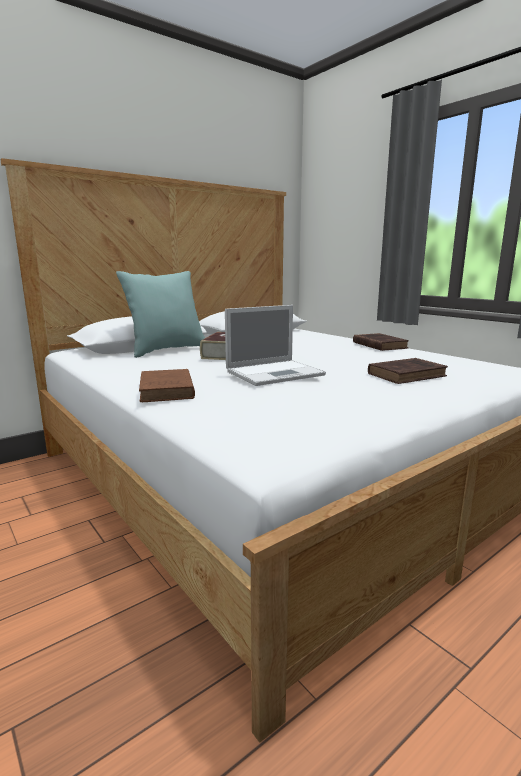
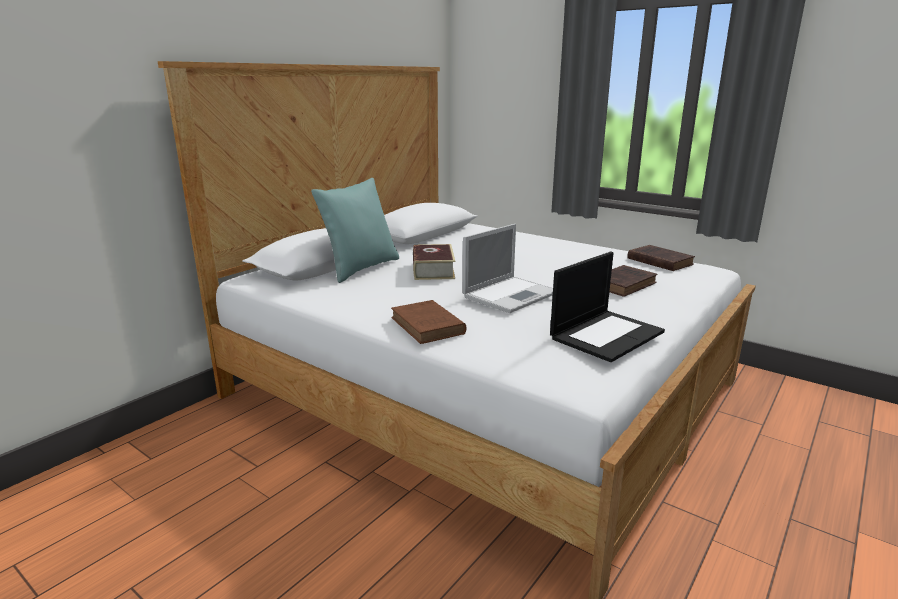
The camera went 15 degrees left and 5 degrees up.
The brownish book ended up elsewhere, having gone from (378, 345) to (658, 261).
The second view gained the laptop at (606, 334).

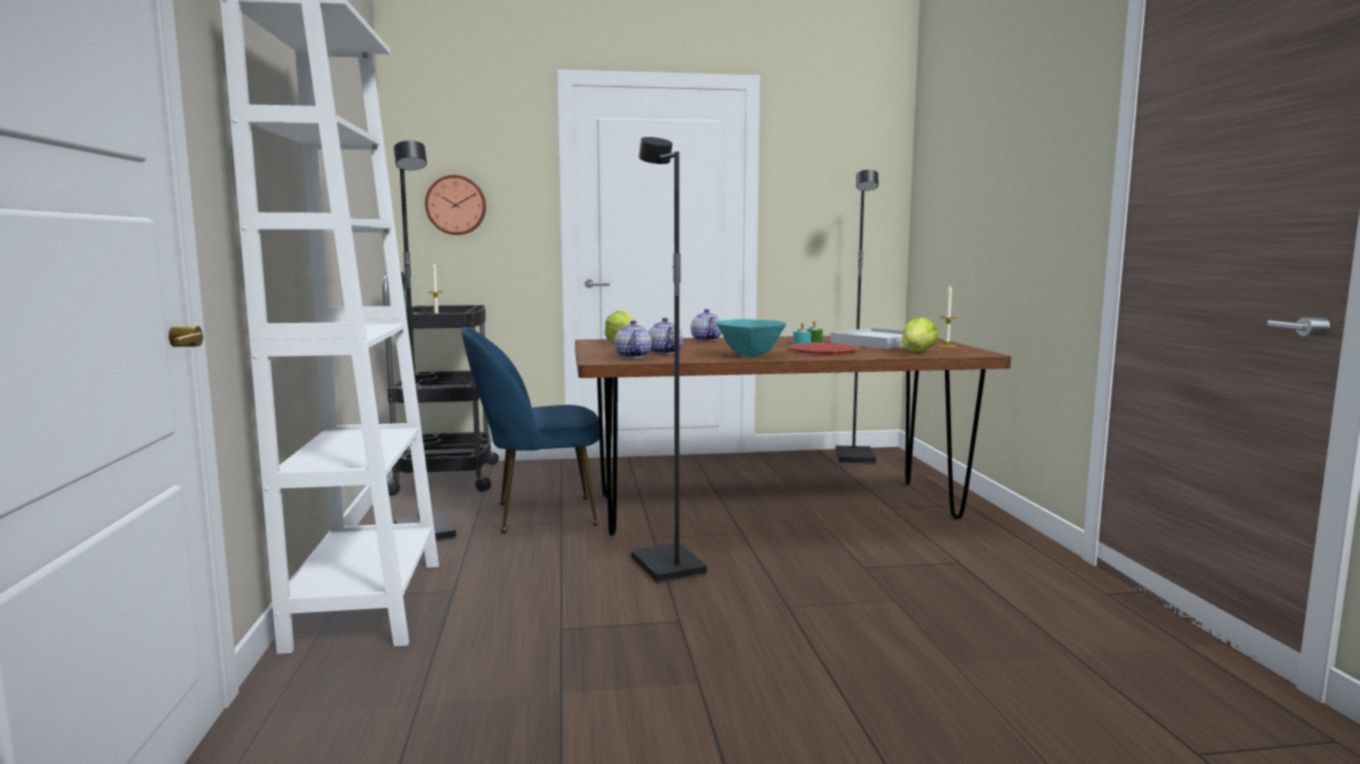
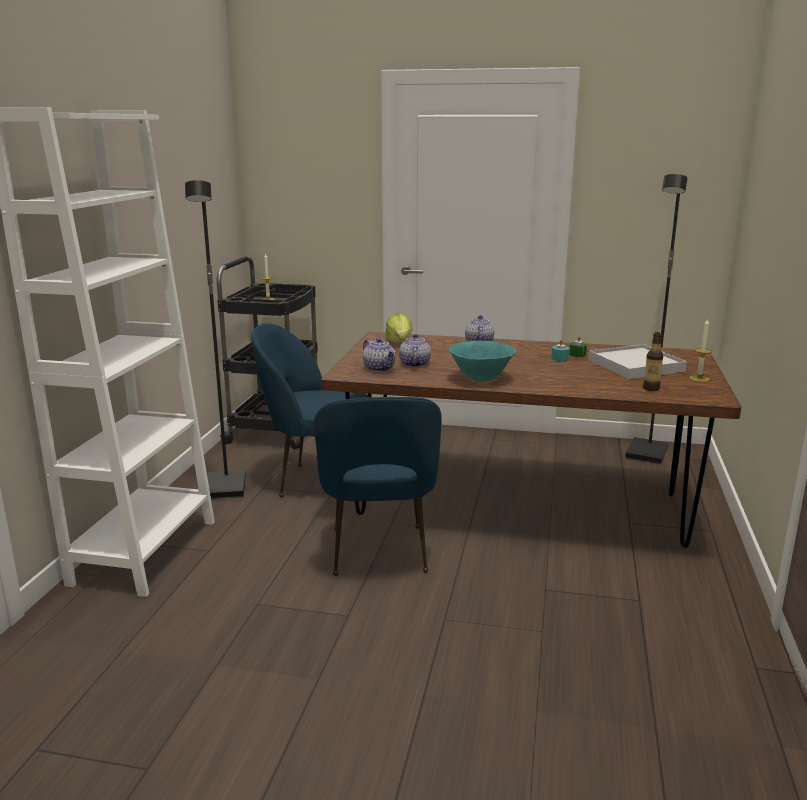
The camera went 20 degrees right and 10 degrees up.
Where the black-coloured floor lamp stood at (665, 566), the bluish chair came to stand at (378, 556).
The second view lost the hanging clock at (456, 205).
Where the lettuce stood at (917, 352), the bottle came to stand at (651, 388).
The tea pot at (632, 356) ended up facing another way, 135 degrees clockwise from before.
The second view lost the reddish dinner plate at (823, 350).

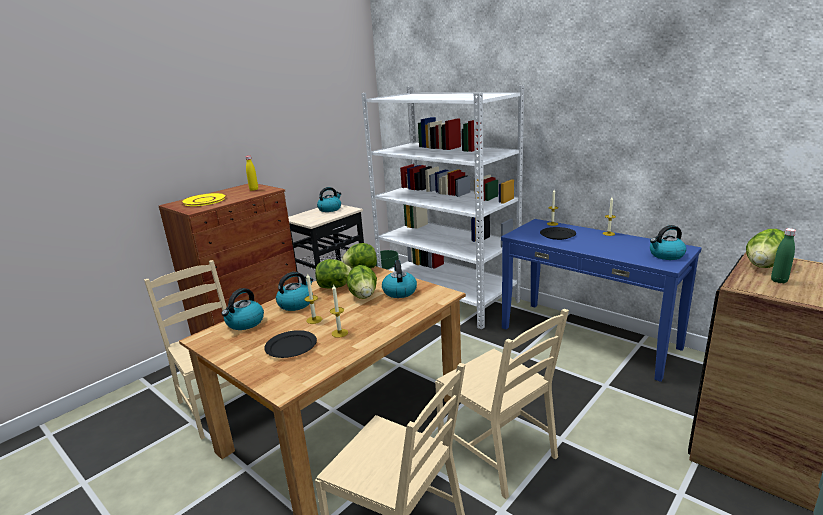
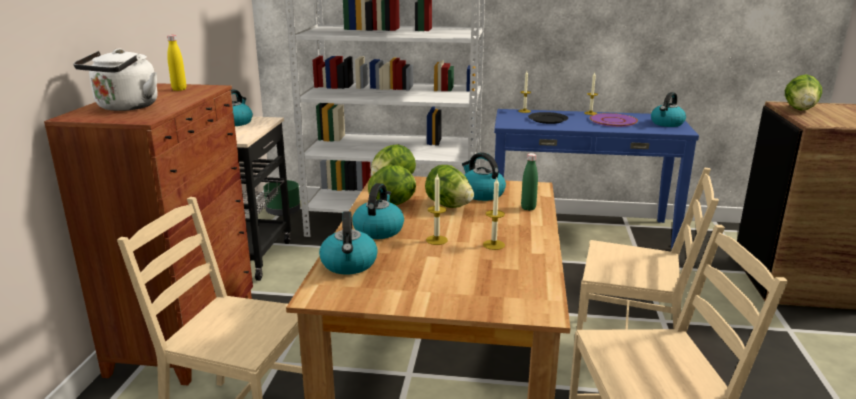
The camera went 35 degrees left and 0 degrees up.
Where the yellow-coloured dinner plate stood at (204, 200), the white-coloured tea kettle came to stand at (125, 107).
The green bottle ended up elsewhere, having gone from (779, 281) to (528, 208).
The second view lost the black-coloured dinner plate at (291, 346).
The second view gained the purple-coloured dinner plate at (613, 121).

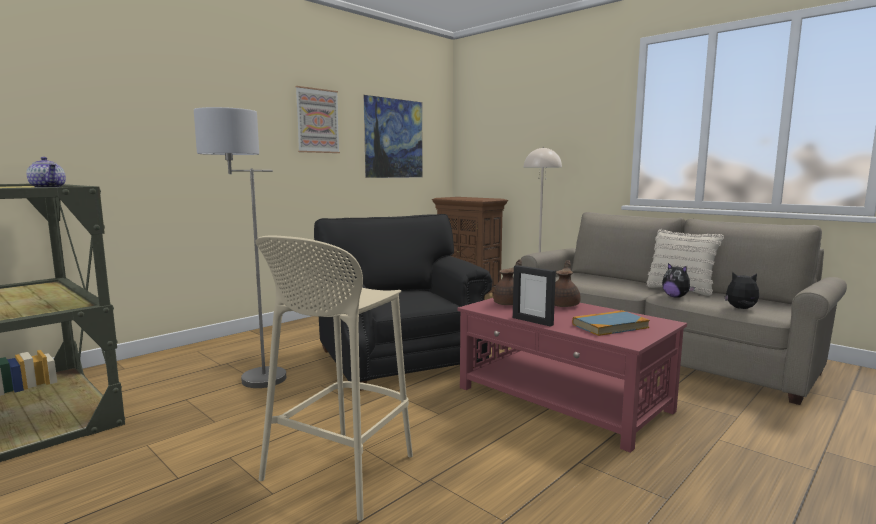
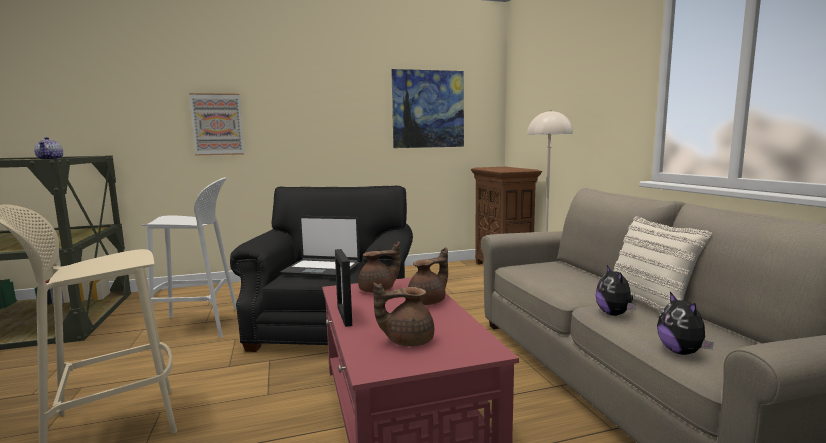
The camera went 30 degrees right and 0 degrees up.
The picture ended up elsewhere, having gone from (317, 121) to (217, 124).
Where the greyish floor lamp stood at (251, 383), the white-coloured sitting stool came to stand at (198, 325).
The plush toy at (741, 309) ended up facing another way, 150 degrees counterclockwise from before.
Where the book stood at (610, 326), the brownish tea pot came to stand at (407, 340).
The second view gained the laptop at (322, 269).

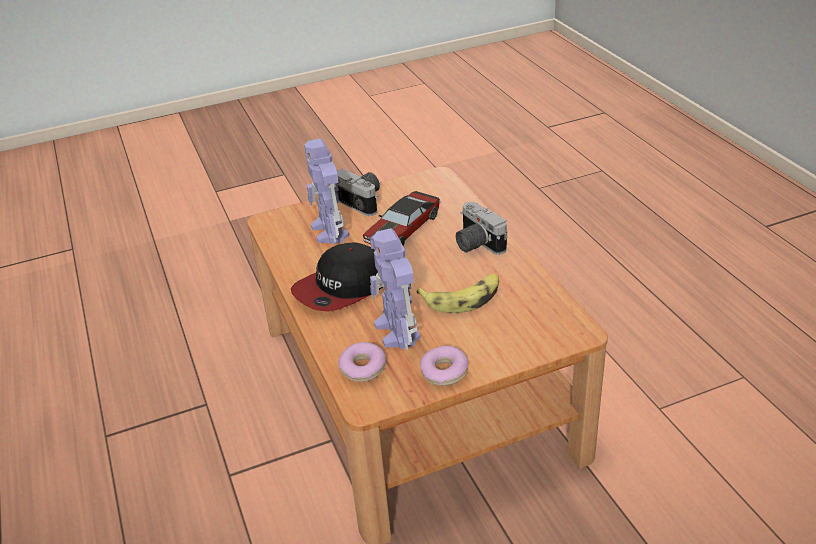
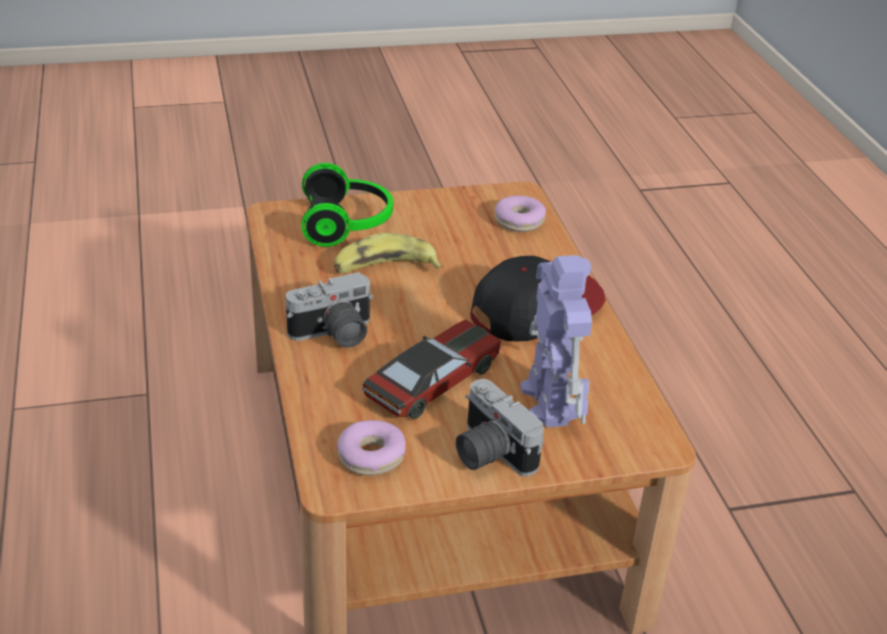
The camera went 175 degrees left and 0 degrees up.
The photo camera at (475, 244) ended up facing another way, 90 degrees clockwise from before.
The second view lost the toy robot at (397, 332).
The doughnut ended up elsewhere, having gone from (444, 372) to (371, 456).
The second view gained the headphones at (347, 224).

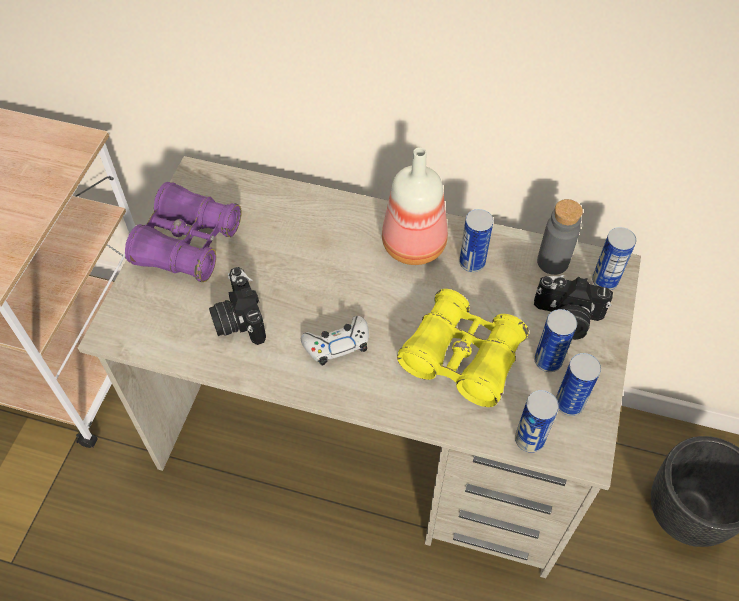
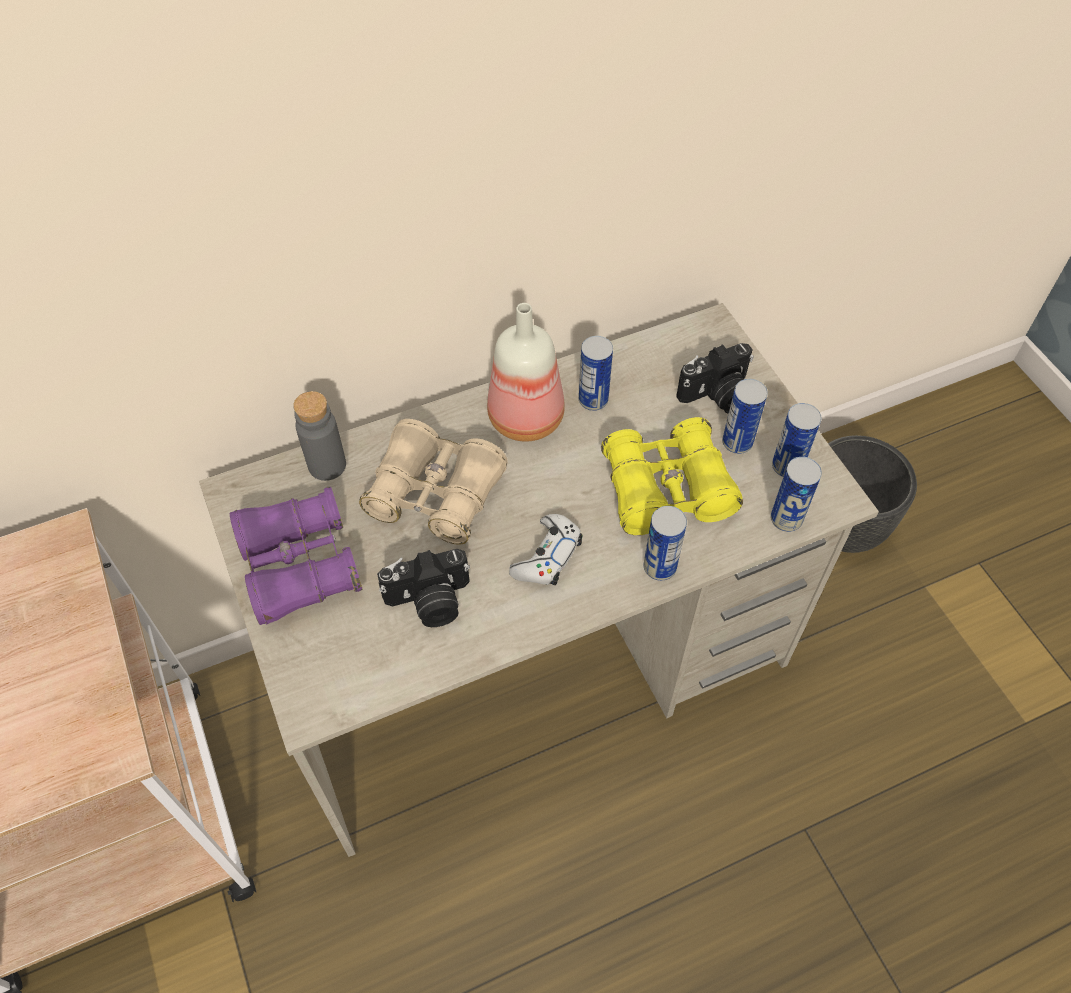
The camera went 40 degrees left and 0 degrees up.
The greyish bottle ended up elsewhere, having gone from (552, 262) to (327, 465).
The can ended up elsewhere, having gone from (605, 280) to (659, 567).
The photo camera at (238, 320) ended up facing another way, 45 degrees counterclockwise from before.
The second view gained the beige-coloured binoculars at (435, 494).

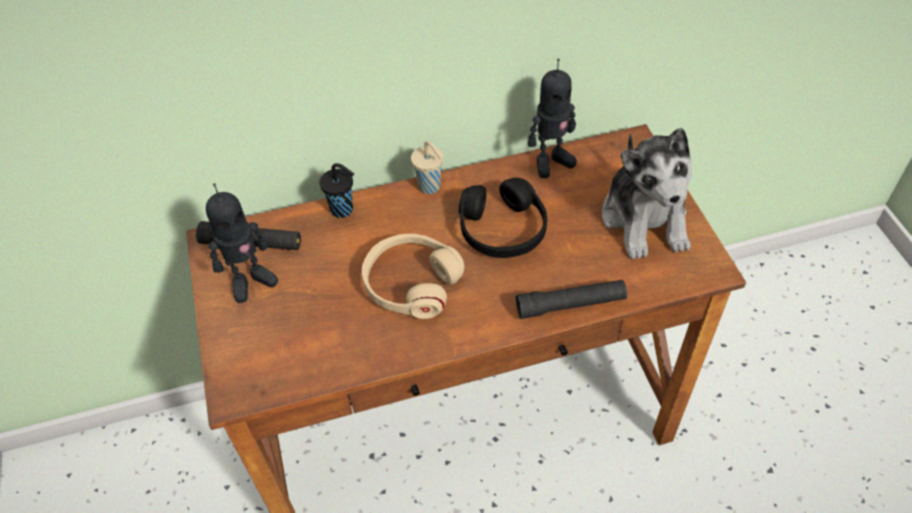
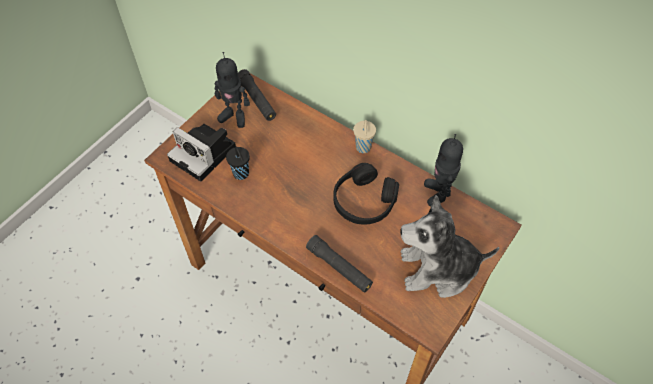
The camera went 50 degrees right and 5 degrees up.
The toy robot at (551, 161) ended up facing another way, 60 degrees clockwise from before.
The plush toy at (645, 219) ended up facing another way, 45 degrees clockwise from before.
The black-coloured drinking cup ended up elsewhere, having gone from (343, 210) to (241, 174).
The second view lost the beige-coloured headphones at (411, 283).
The second view gained the photo camera at (205, 154).

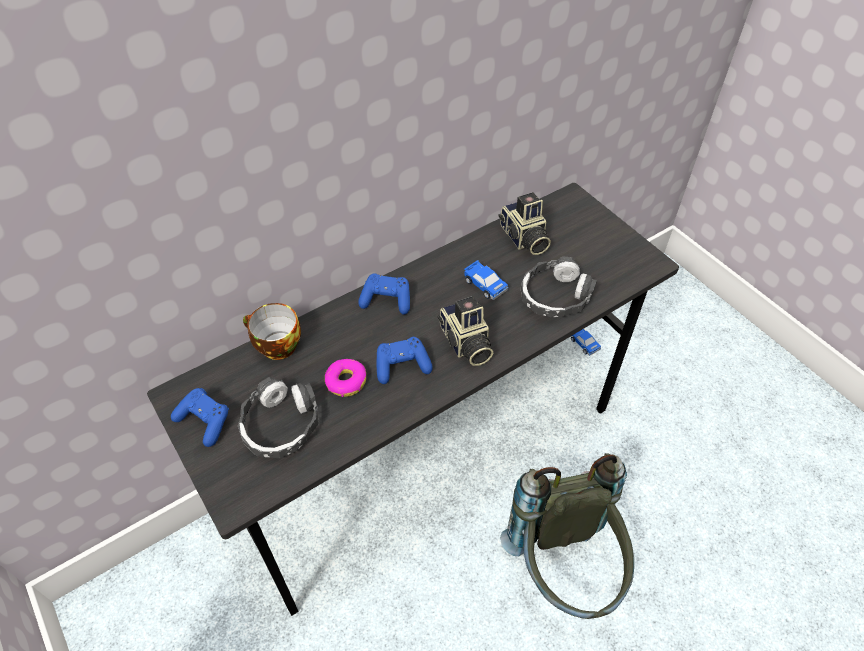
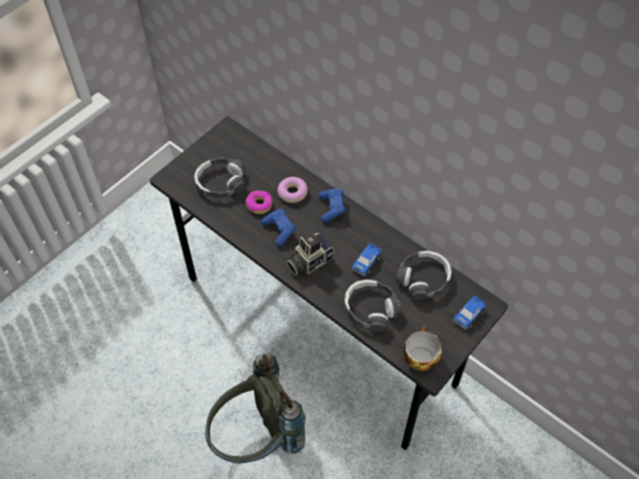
The camera went 75 degrees right and 5 degrees up.
Where the photo camera stood at (523, 238), the headphones came to stand at (424, 278).
The drinking cup ended up elsewhere, having gone from (275, 346) to (419, 357).
The miniature car ended up elsewhere, having gone from (584, 343) to (468, 315).
The second view lost the bluish game controller at (205, 421).
The second view gained the doughnut at (292, 192).

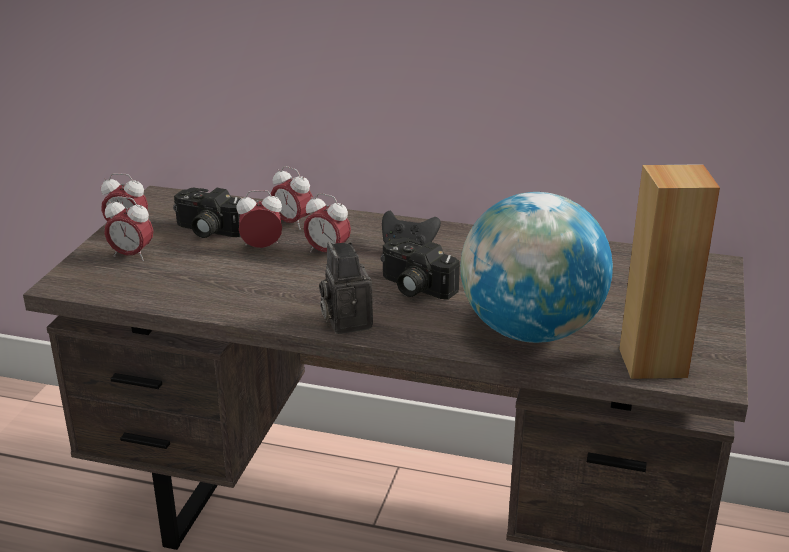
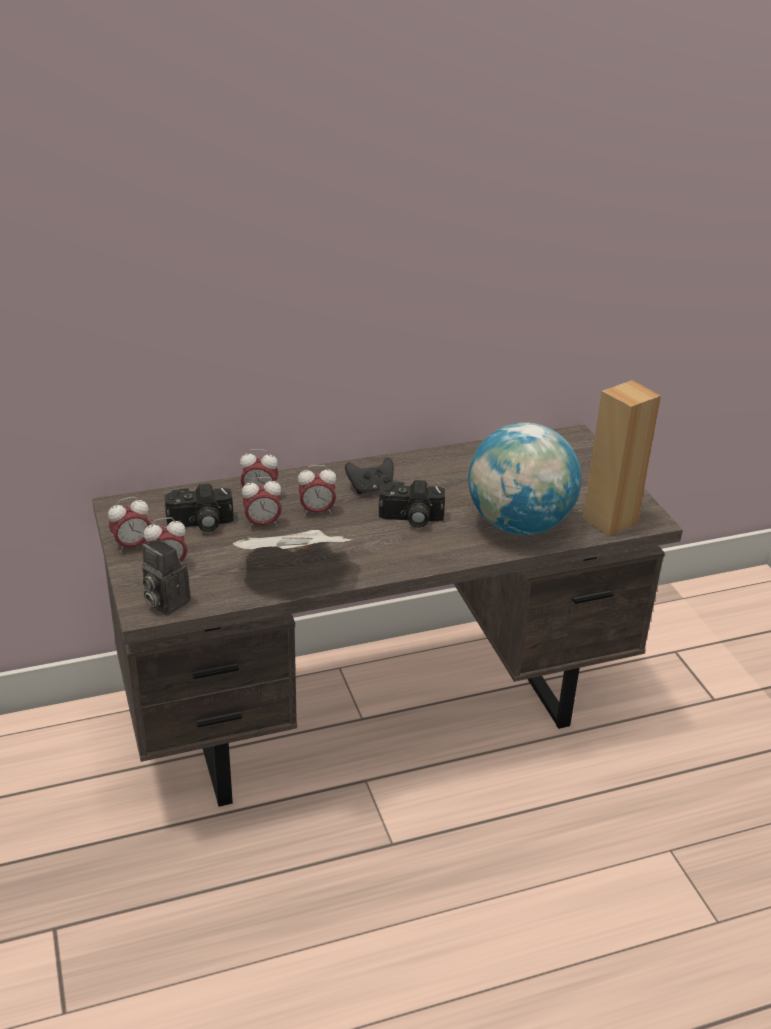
The camera went 35 degrees left and 5 degrees up.
The table clock at (262, 247) ended up facing another way, 150 degrees counterclockwise from before.
The photo camera ended up elsewhere, having gone from (345, 321) to (164, 602).
The second view gained the newspaper at (294, 566).

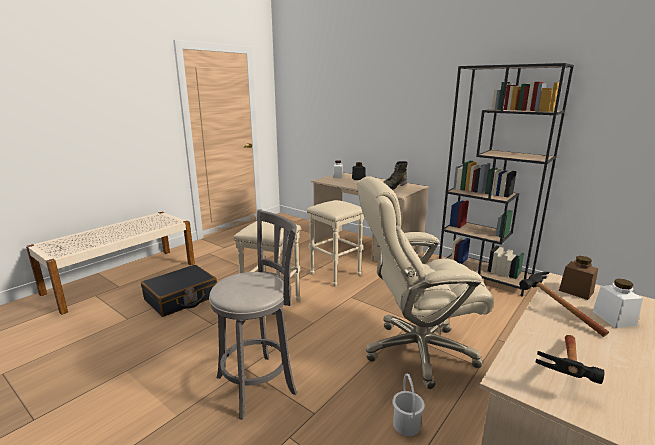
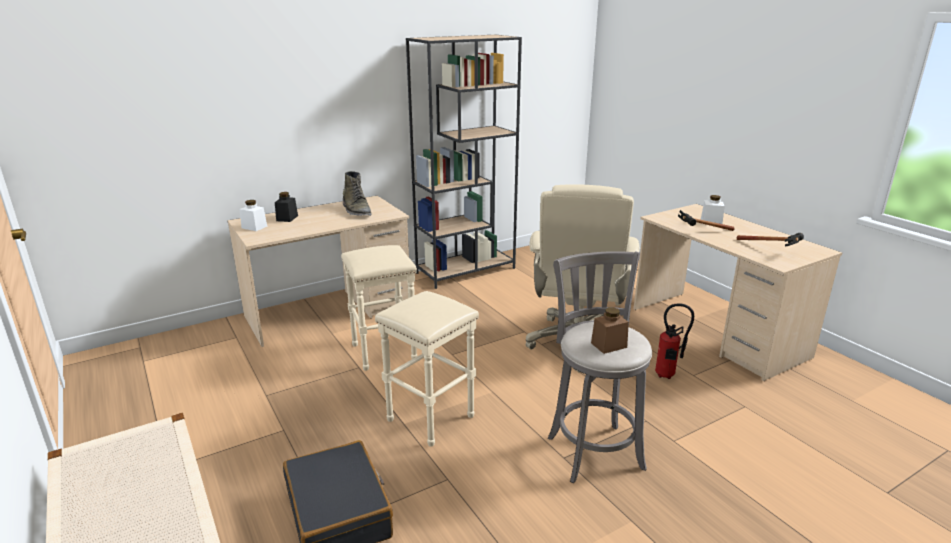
The camera went 70 degrees left and 5 degrees up.
The brownish jar ended up elsewhere, having gone from (576, 291) to (609, 345).
Where the white-coloured water bucket stood at (406, 425), the fire-fighting cylinder came to stand at (668, 376).

